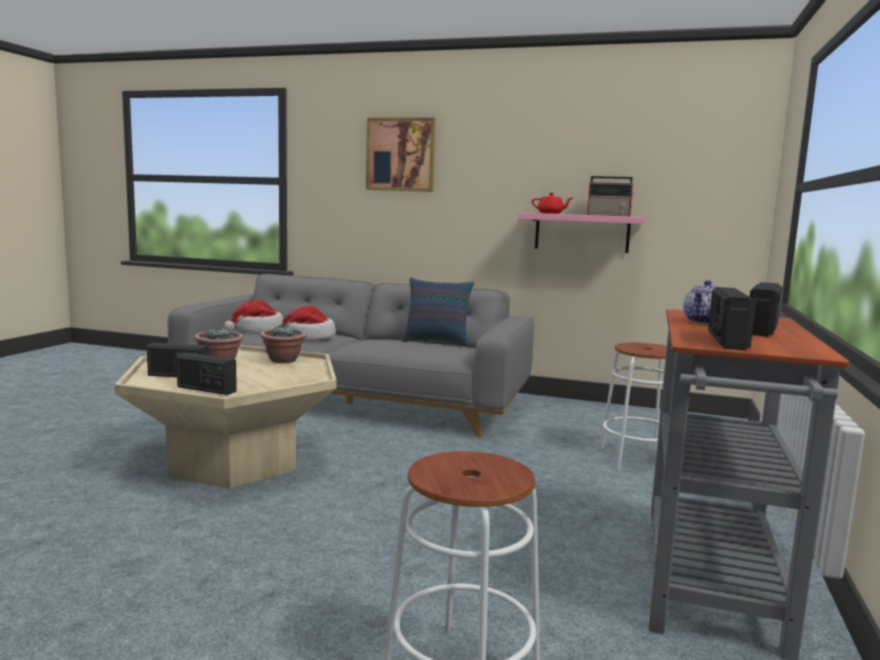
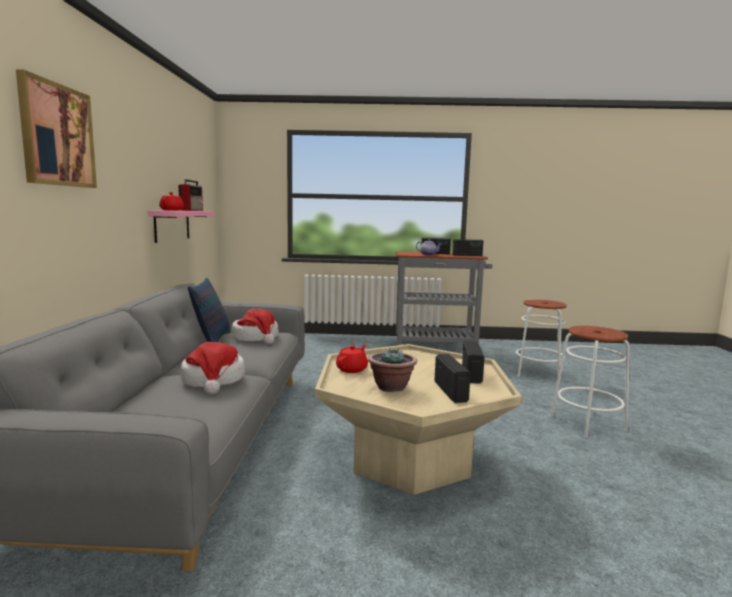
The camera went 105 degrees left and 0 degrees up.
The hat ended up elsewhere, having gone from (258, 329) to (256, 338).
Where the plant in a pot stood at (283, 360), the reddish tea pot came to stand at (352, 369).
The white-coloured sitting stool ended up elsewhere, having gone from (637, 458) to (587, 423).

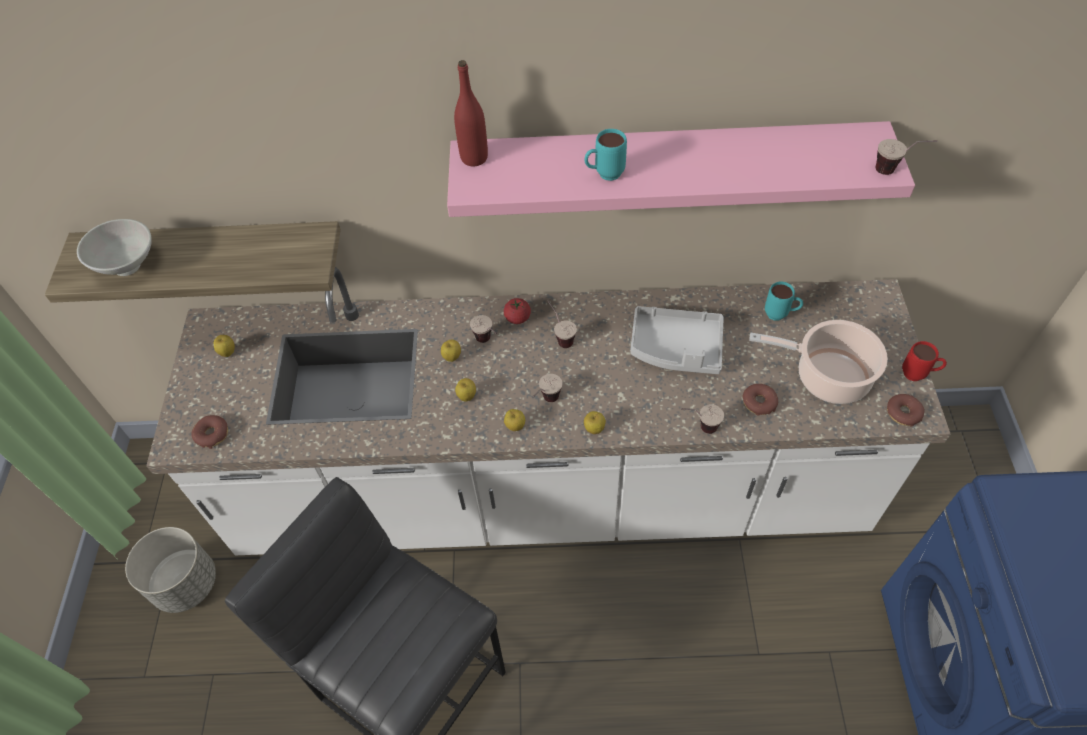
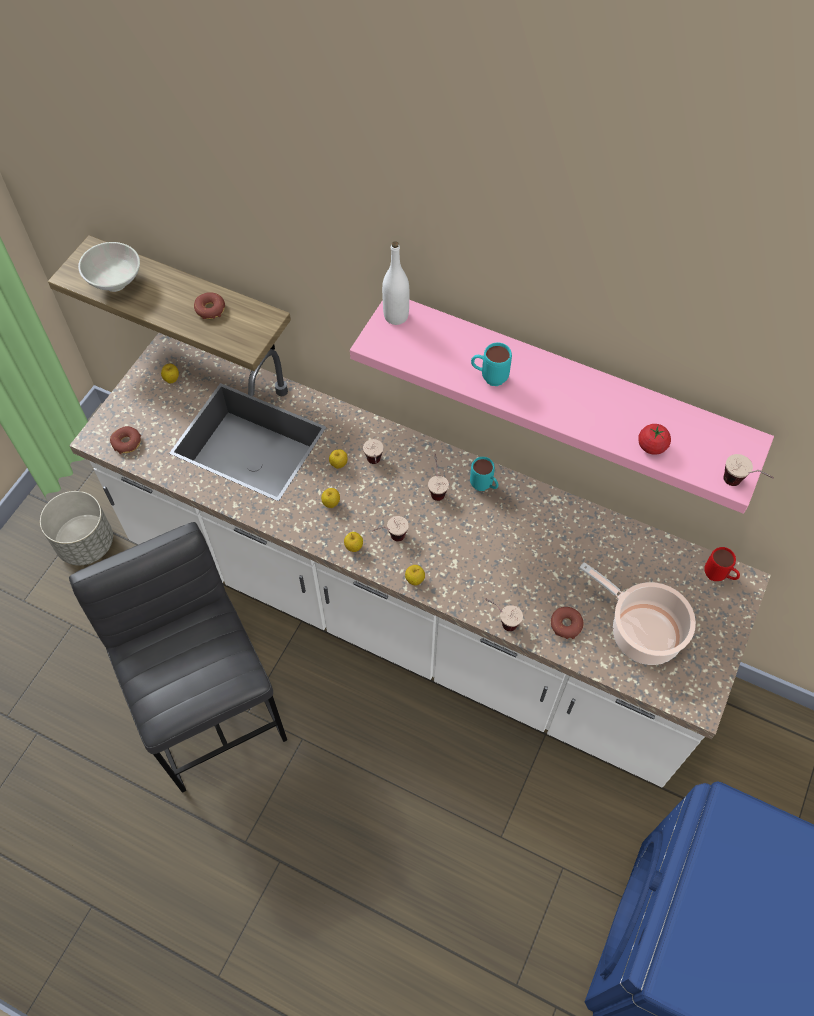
The camera went 25 degrees right and 5 degrees up.
What was the reddish bottle at (474, 158) turned into the white-coloured bottle at (396, 316).
The turquoise-coloured mug ended up elsewhere, having gone from (780, 315) to (484, 487).
The whole tomato ended up elsewhere, having gone from (517, 318) to (651, 446).
The second view lost the greyish tray at (676, 348).
The reddish mug ended up elsewhere, having gone from (918, 375) to (718, 577).
The doughnut ended up elsewhere, having gone from (903, 413) to (210, 309).

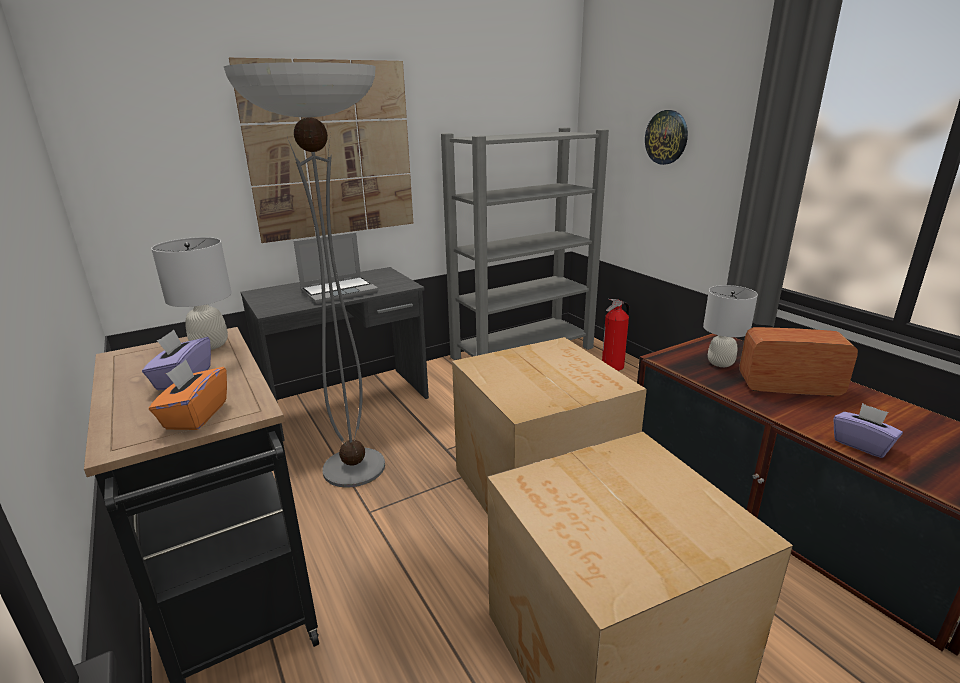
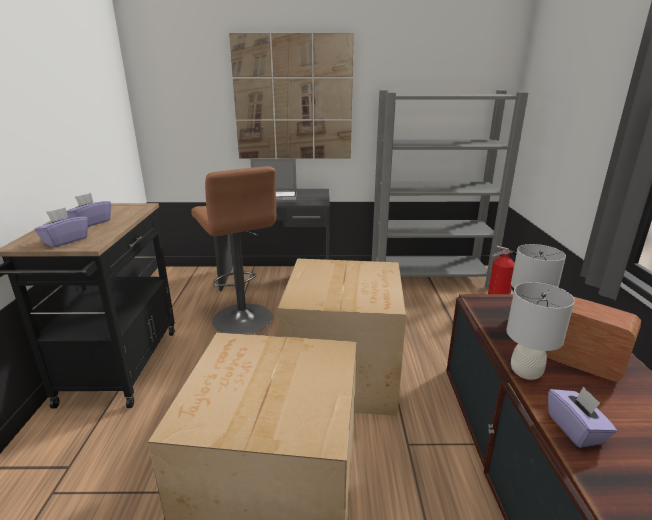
The camera went 30 degrees right and 0 degrees up.
Where the floor lamp stood at (354, 468), the brownish sitting stool came to stand at (242, 319).
The second view lost the hanging clock at (666, 137).
The greyish tabletop lamp ended up elsewhere, having gone from (210, 347) to (525, 374).
What was the orangey box of tissues at (195, 415) turned into the purple-coloured box of tissues at (65, 241).

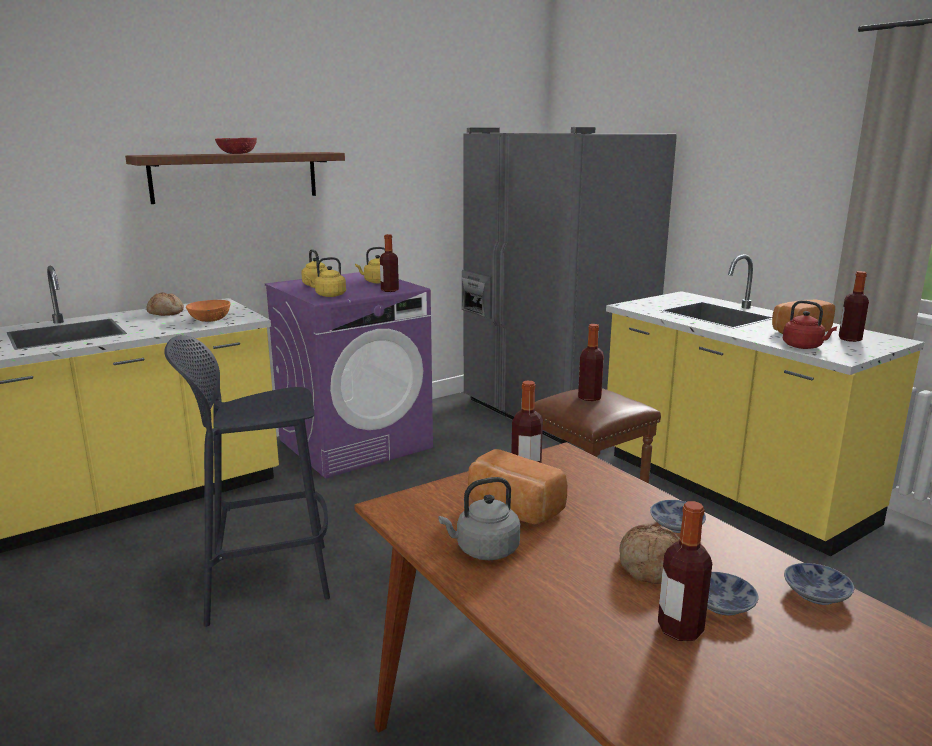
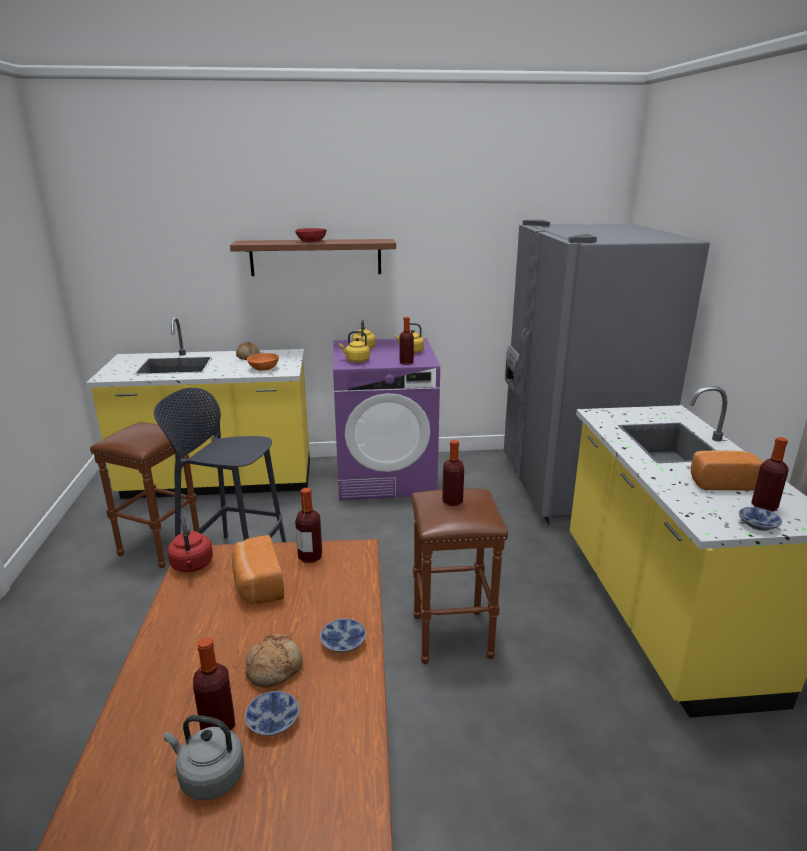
The camera went 30 degrees right and 5 degrees up.
The reddish tea kettle ended up elsewhere, having gone from (804, 347) to (192, 566).
The greyish tea kettle ended up elsewhere, having gone from (484, 550) to (209, 777).
The bowl ended up elsewhere, having gone from (818, 593) to (759, 525).
The second view gained the brownish sitting stool at (158, 546).

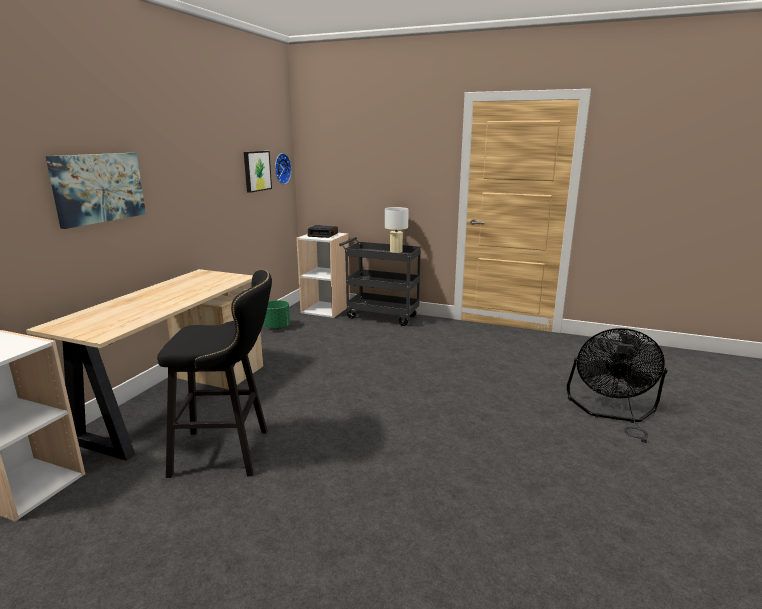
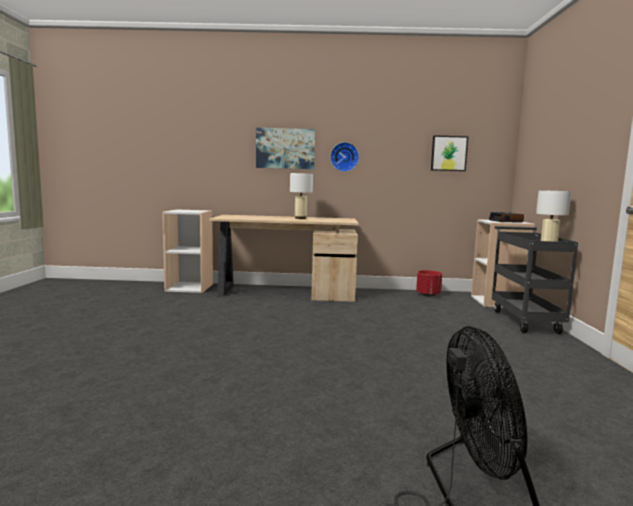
The camera went 70 degrees right and 10 degrees down.
The hanging clock ended up elsewhere, having gone from (281, 168) to (344, 157).
The second view lost the black-coloured sitting stool at (233, 452).
What was the green plant pot at (277, 327) turned into the reddish plant pot at (428, 295).
The second view gained the white-coloured tabletop lamp at (300, 218).

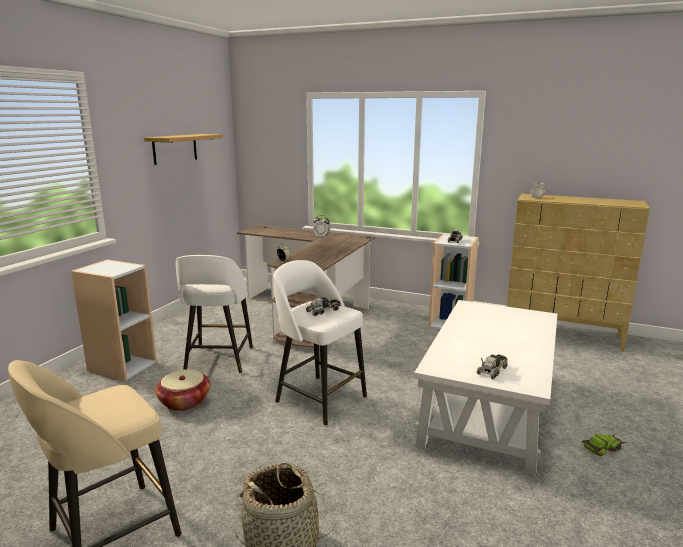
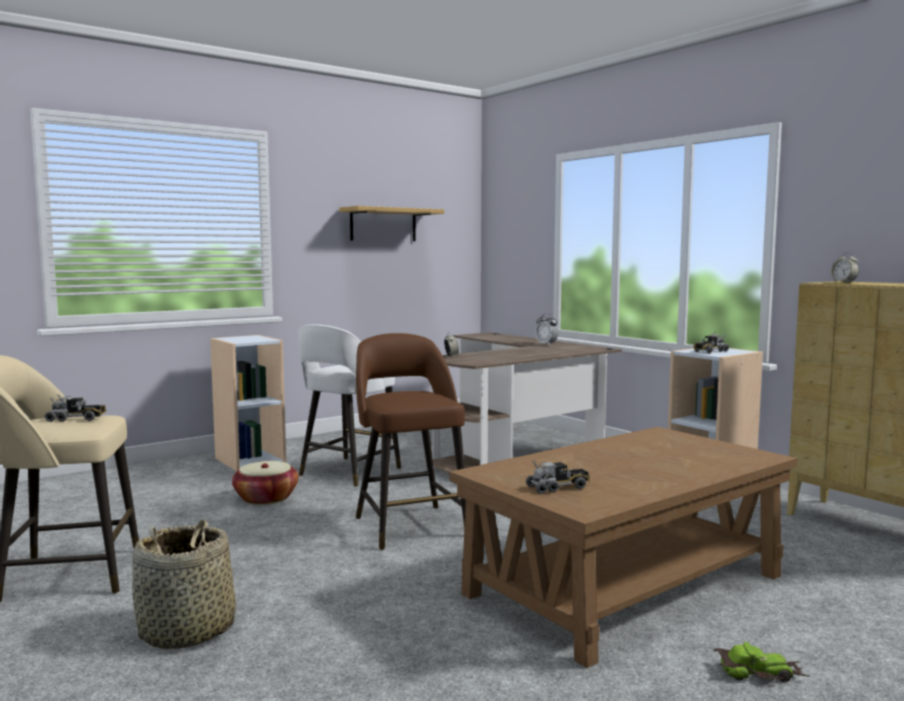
The camera went 30 degrees right and 10 degrees down.
What was the white-coloured sitting stool at (319, 398) turned into the brownish sitting stool at (409, 525).
The toy truck ended up elsewhere, having gone from (324, 311) to (76, 419).
What was the white-coloured lounge table at (488, 409) turned into the brownish lounge table at (625, 585).

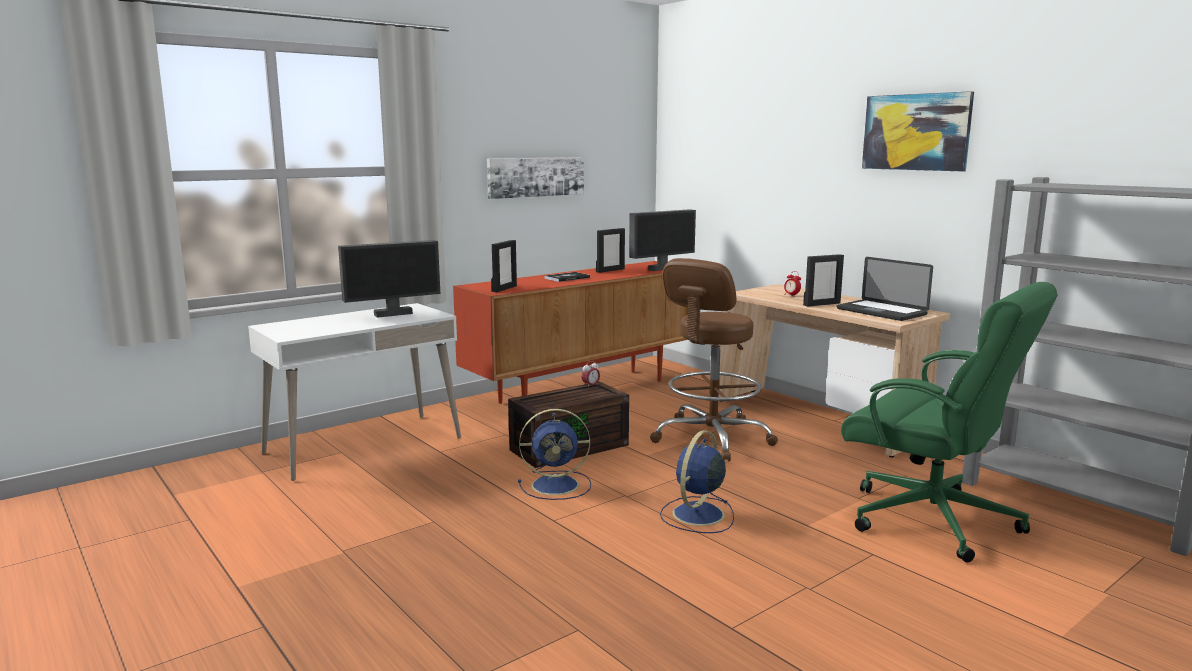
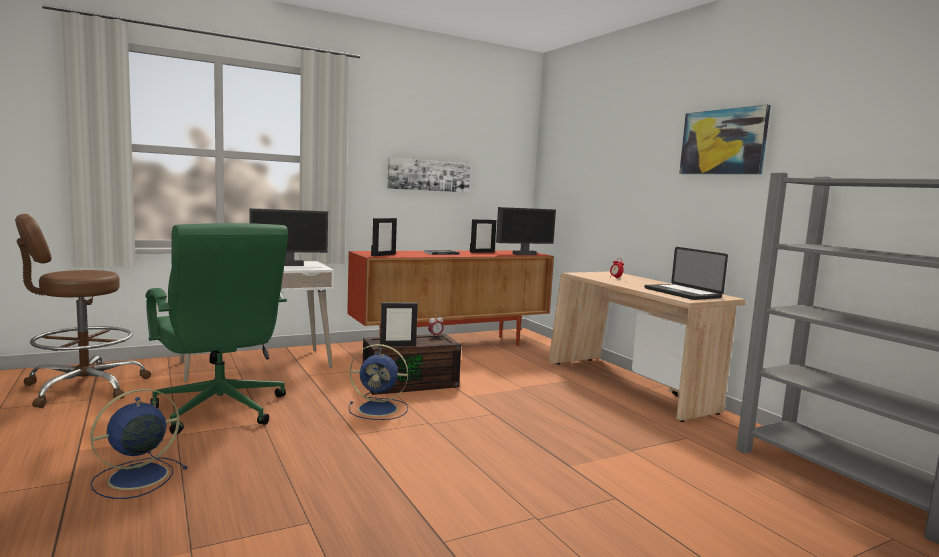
The camera went 10 degrees right and 5 degrees down.
The photo frame ended up elsewhere, having gone from (821, 304) to (398, 345).
The brownish sitting stool ended up elsewhere, having gone from (711, 439) to (82, 388).
The green desk chair ended up elsewhere, having gone from (931, 519) to (220, 408).
The bluish cooling fan ended up elsewhere, having gone from (697, 515) to (135, 477).

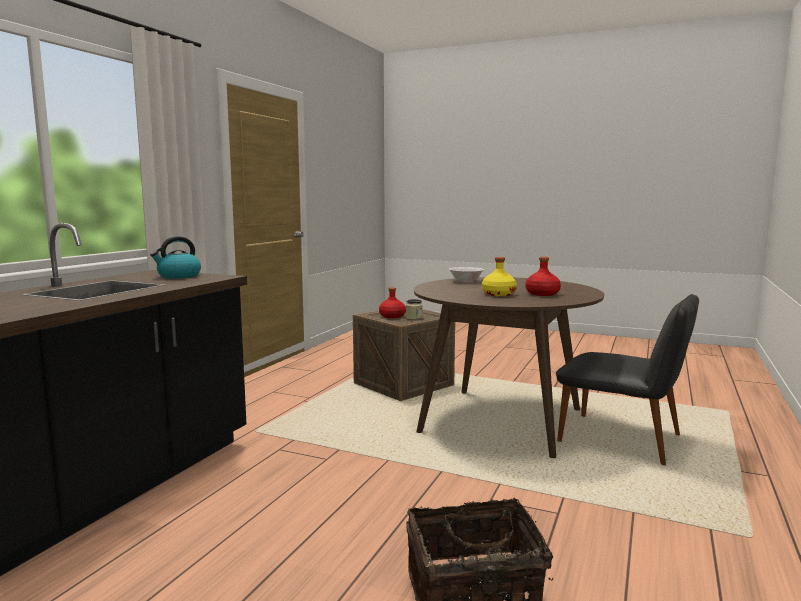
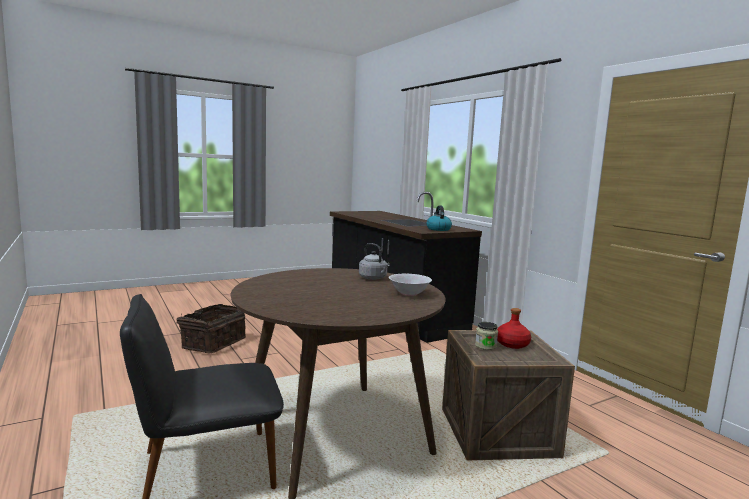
The camera went 125 degrees right and 0 degrees up.
The second view lost the yellow-coloured bottle at (498, 294).
The second view lost the reddish bottle at (542, 294).
The second view gained the greyish tea kettle at (373, 278).

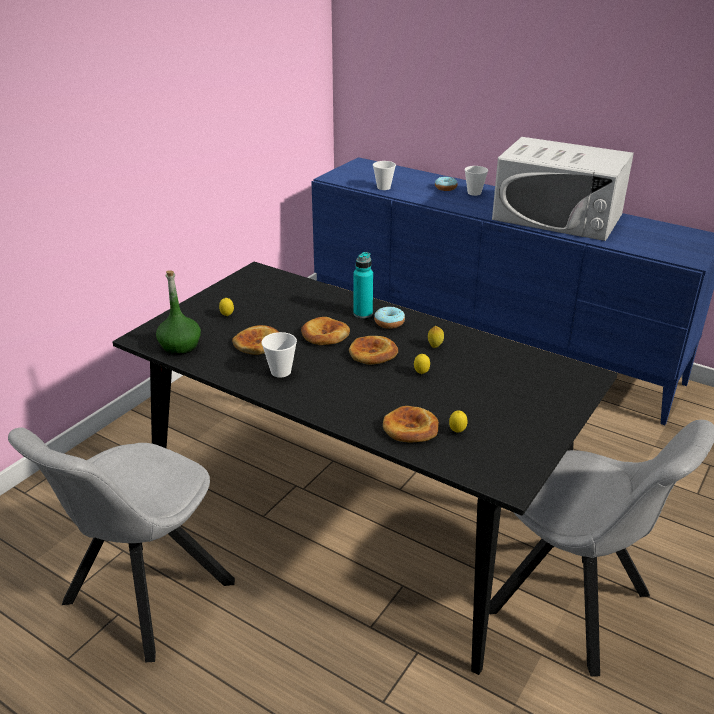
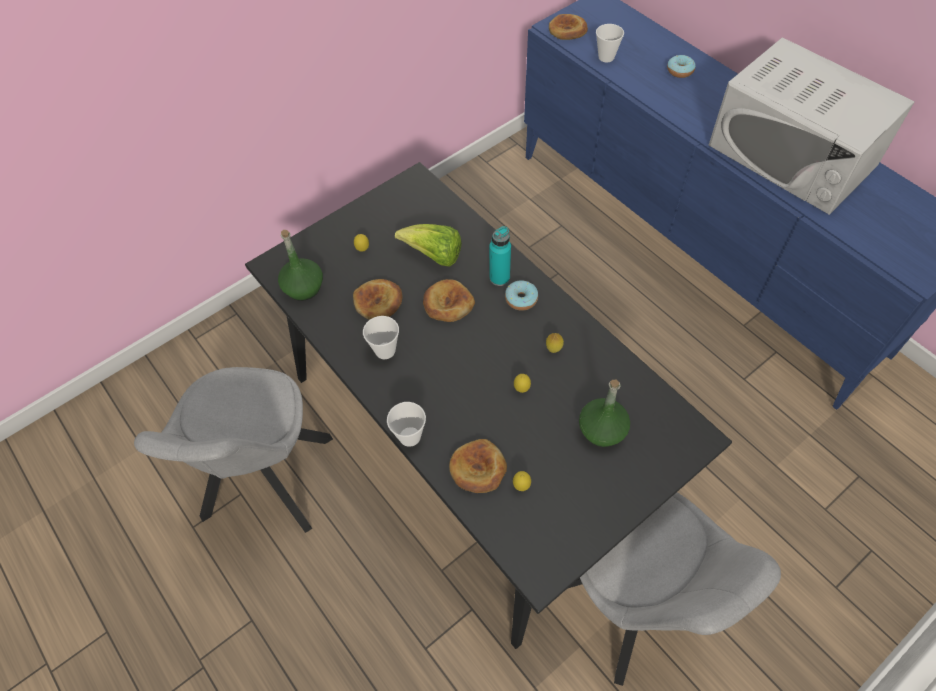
The camera went 20 degrees right and 25 degrees up.
The drinking cup ended up elsewhere, having gone from (474, 193) to (410, 436).
The bread ended up elsewhere, having gone from (372, 353) to (567, 30).
The greyish chair at (146, 595) ended up facing another way, 45 degrees counterclockwise from before.
The second view gained the lettuce at (434, 256).
The second view gained the green bottle at (602, 430).

